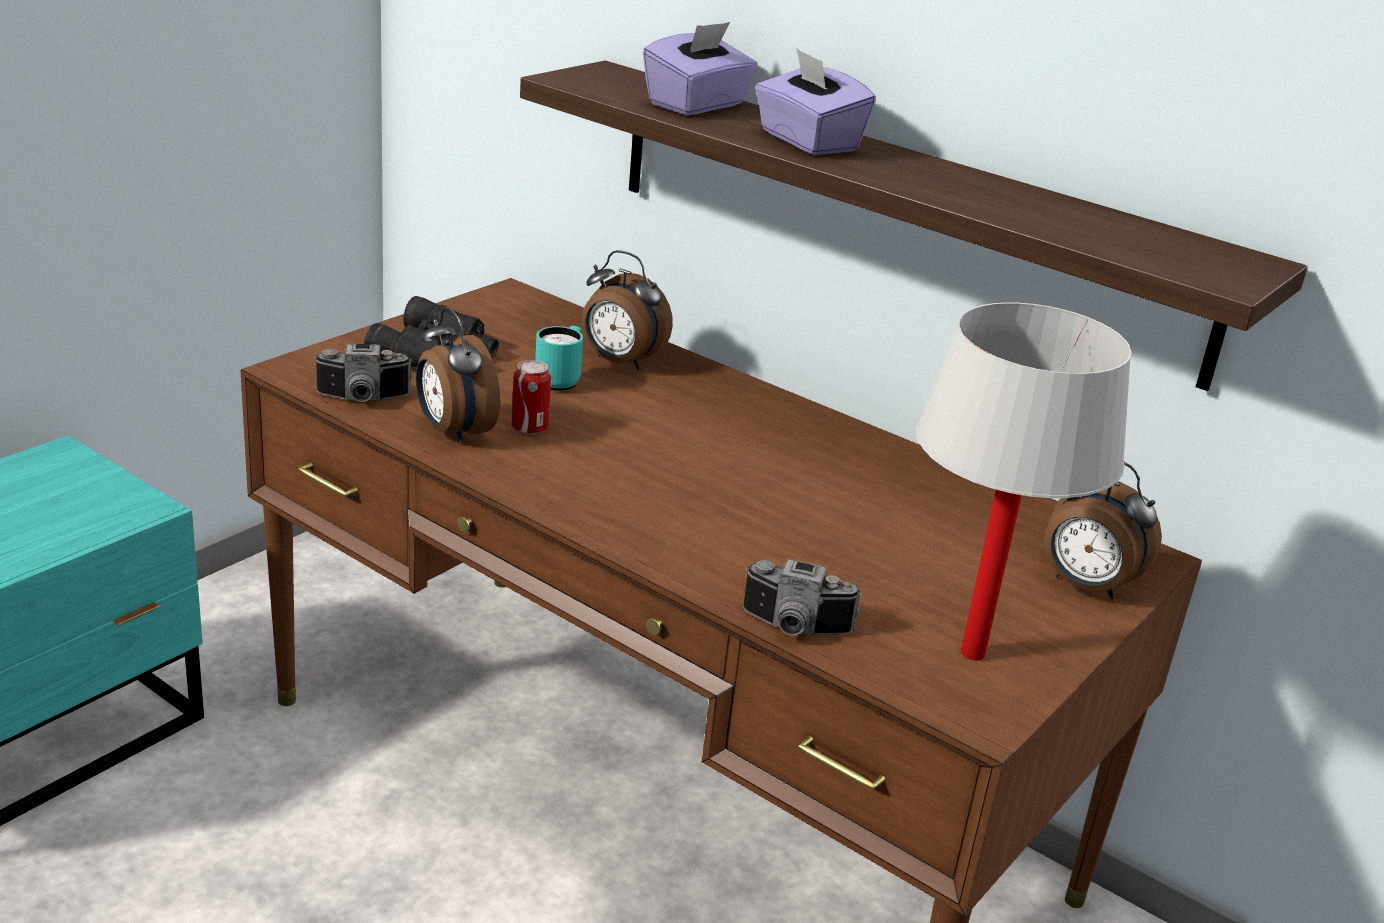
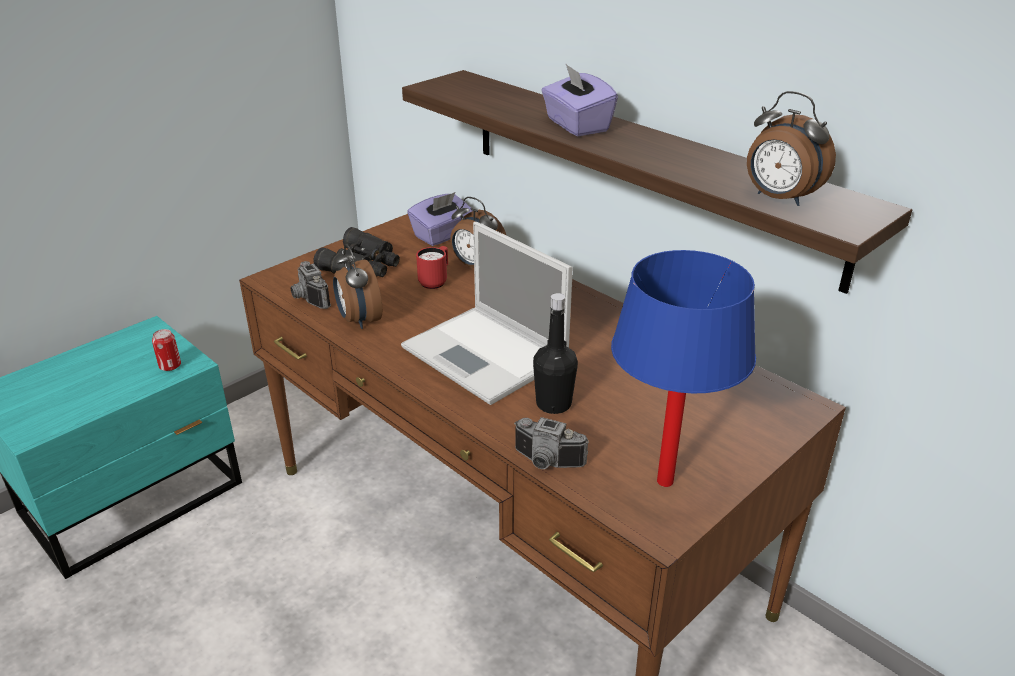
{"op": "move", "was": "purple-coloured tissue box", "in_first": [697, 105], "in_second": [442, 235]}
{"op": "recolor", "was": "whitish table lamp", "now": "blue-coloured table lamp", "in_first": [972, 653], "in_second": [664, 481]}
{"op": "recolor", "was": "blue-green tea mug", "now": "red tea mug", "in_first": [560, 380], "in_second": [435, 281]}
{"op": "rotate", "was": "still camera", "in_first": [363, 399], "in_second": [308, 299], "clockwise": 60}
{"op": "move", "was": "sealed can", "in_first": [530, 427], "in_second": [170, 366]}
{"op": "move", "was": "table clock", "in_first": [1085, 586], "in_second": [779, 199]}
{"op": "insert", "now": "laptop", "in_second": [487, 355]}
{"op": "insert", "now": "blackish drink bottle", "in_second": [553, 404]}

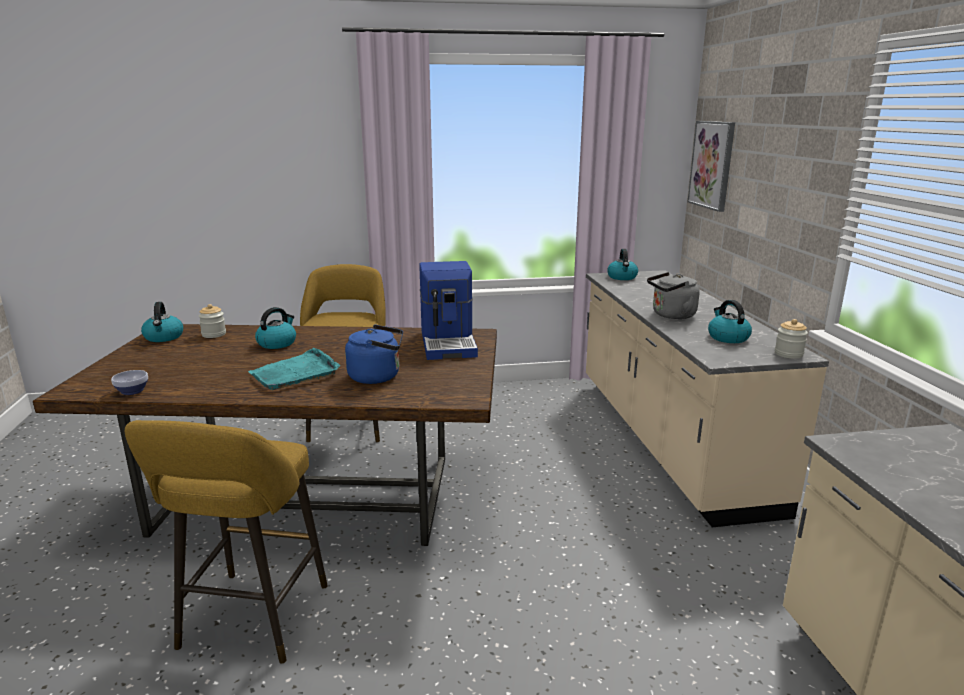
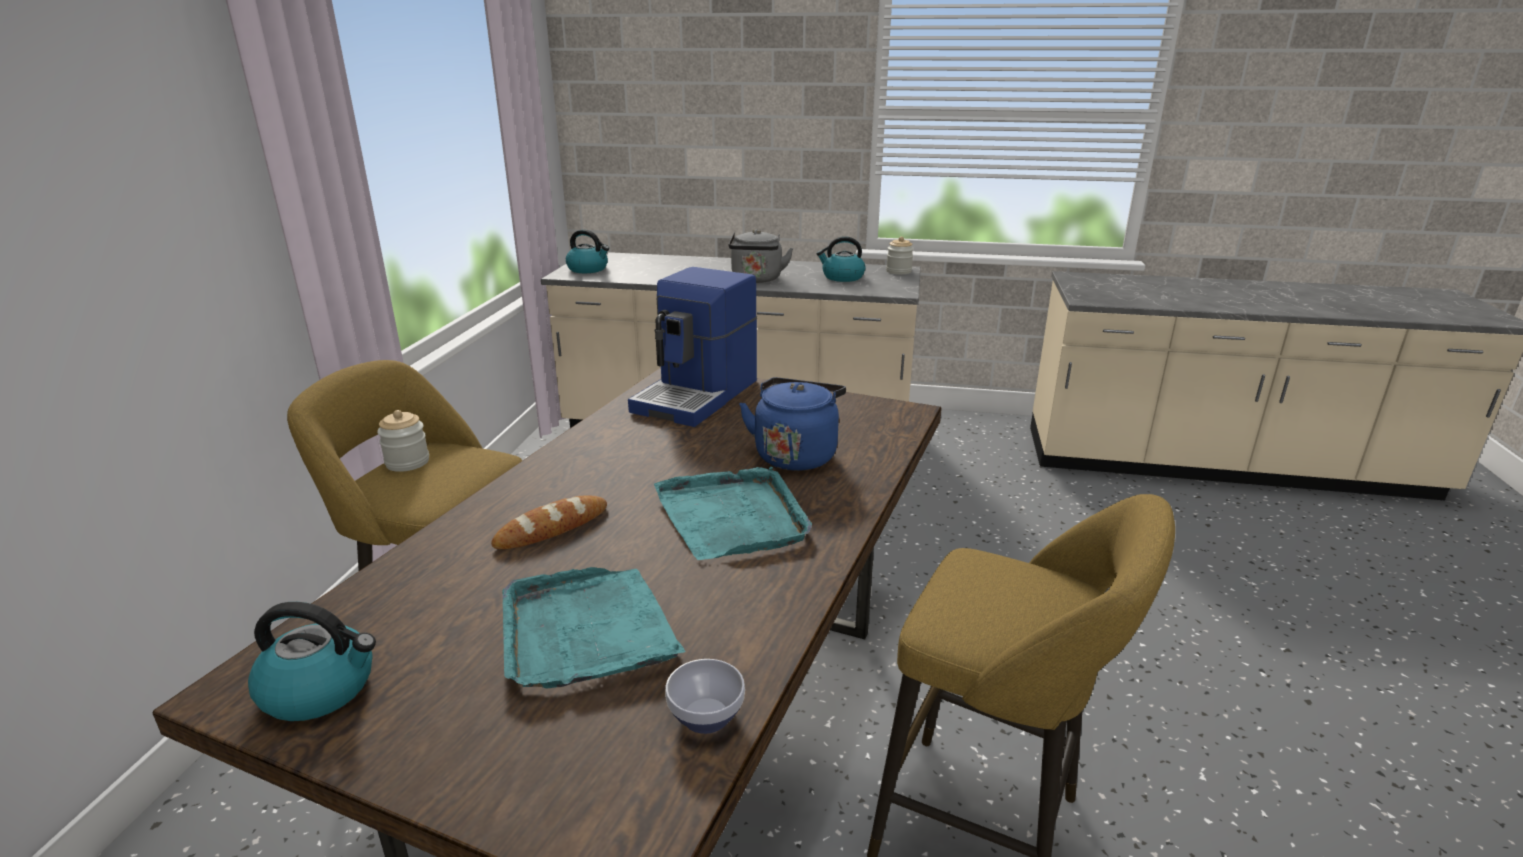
{"op": "delete", "was": "wall picture", "in_first": [712, 165]}
{"op": "rotate", "was": "coffee brewer", "in_first": [449, 343], "in_second": [698, 396], "clockwise": 105}
{"op": "move", "was": "jar", "in_first": [214, 334], "in_second": [407, 462]}
{"op": "replace", "was": "water kettle", "now": "bread", "in_first": [277, 343], "in_second": [552, 528]}
{"op": "insert", "now": "blue-green serving tray", "in_second": [586, 631]}

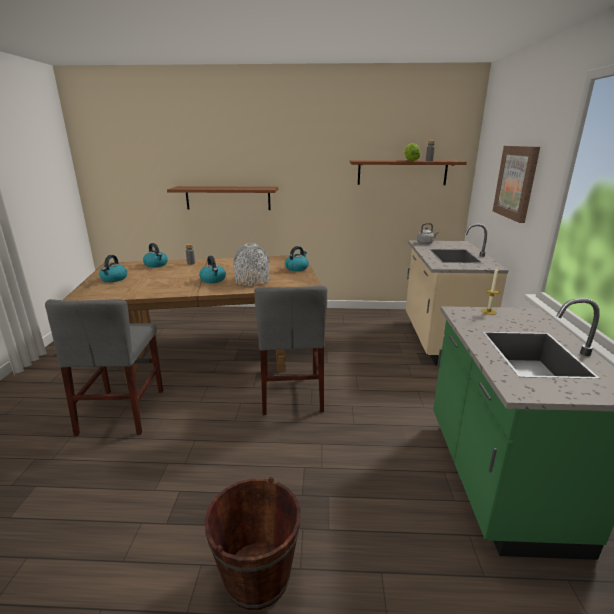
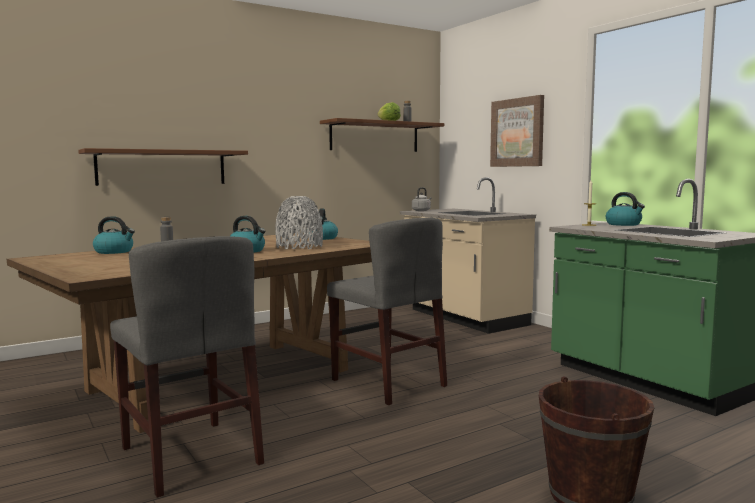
{"op": "move", "was": "water kettle", "in_first": [114, 279], "in_second": [624, 224]}

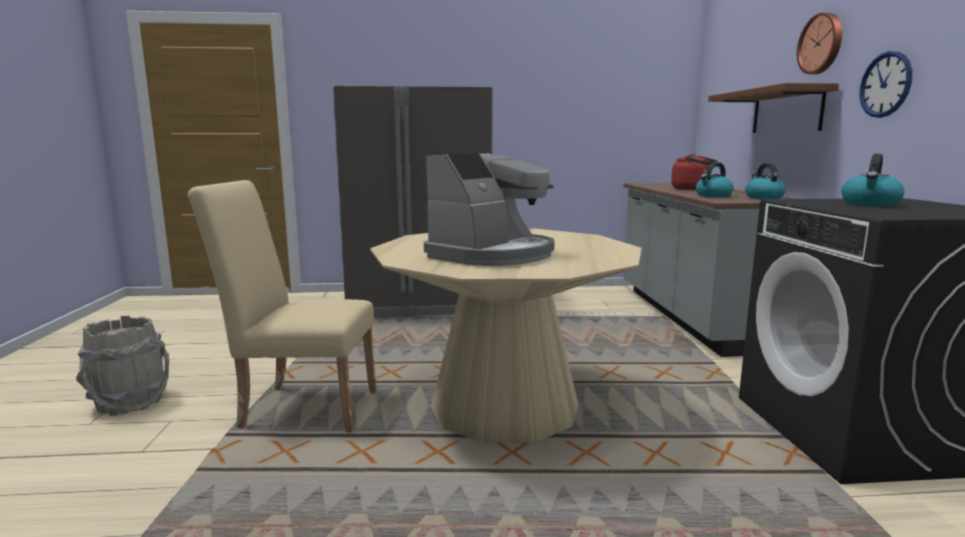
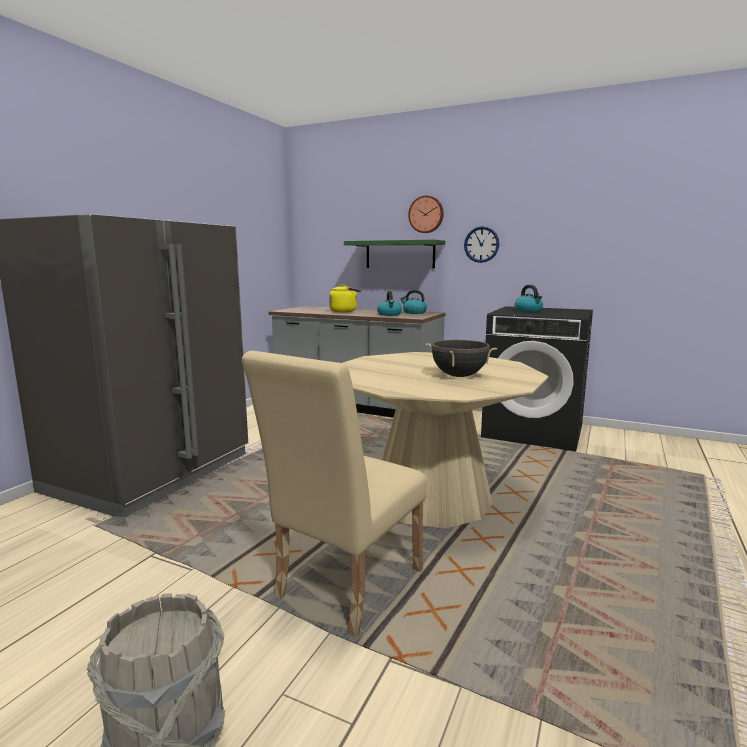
{"op": "recolor", "was": "brownish bracket shelf", "now": "green bracket shelf", "in_first": [786, 111], "in_second": [400, 254]}
{"op": "replace", "was": "coffee brewer", "now": "blackish saucepot", "in_first": [493, 254], "in_second": [459, 376]}
{"op": "recolor", "was": "red water kettle", "now": "yellow-coloured water kettle", "in_first": [692, 189], "in_second": [345, 311]}

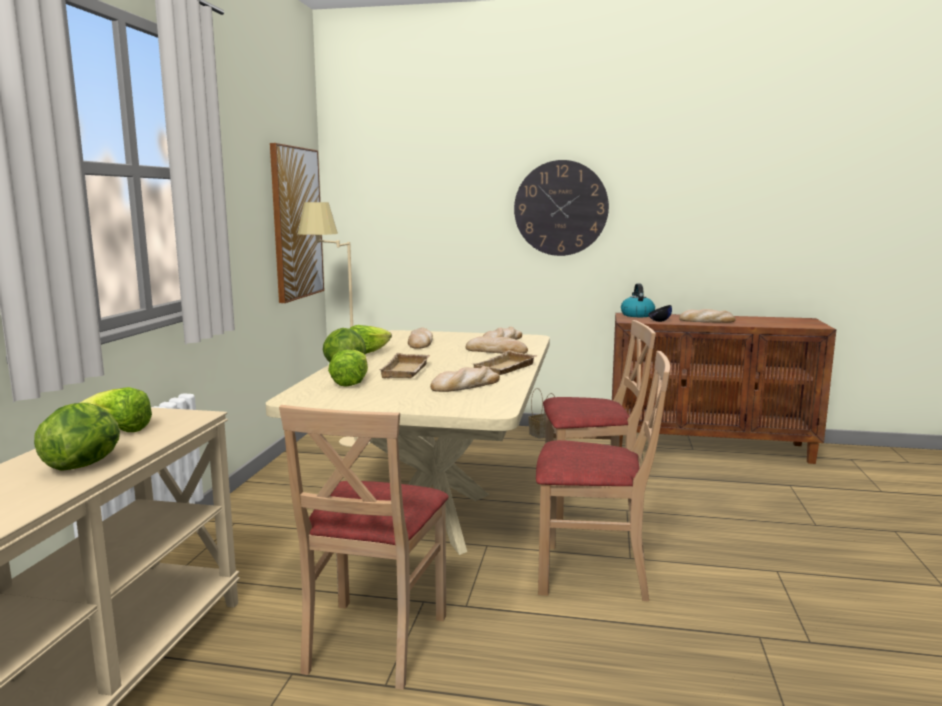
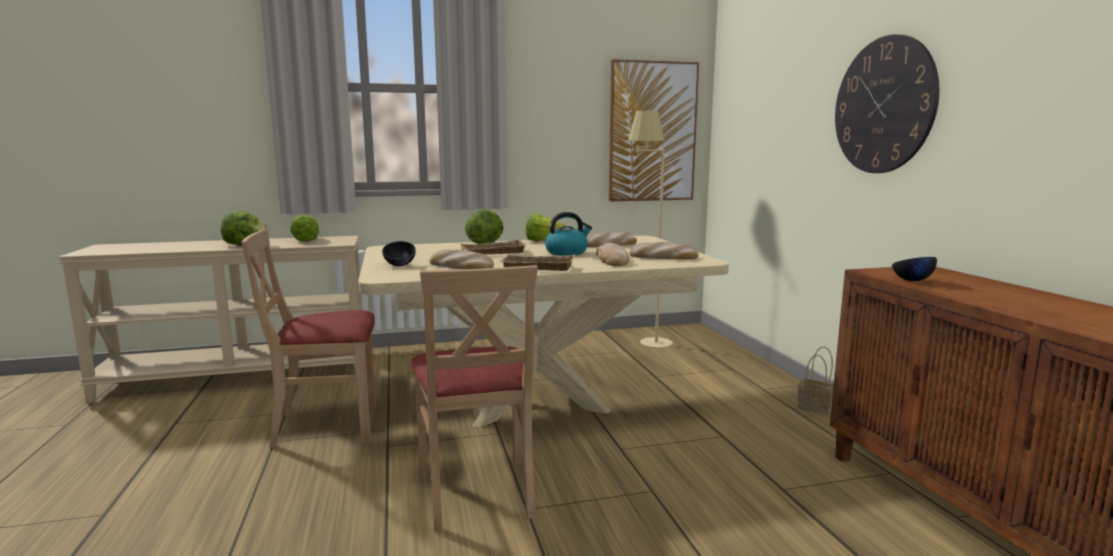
{"op": "move", "was": "water kettle", "in_first": [637, 315], "in_second": [567, 252]}
{"op": "delete", "was": "bread", "in_first": [706, 321]}
{"op": "delete", "was": "beige upright chair", "in_first": [590, 501]}
{"op": "delete", "was": "lettuce head", "in_first": [351, 382]}
{"op": "insert", "now": "blackish bowl", "in_second": [399, 265]}

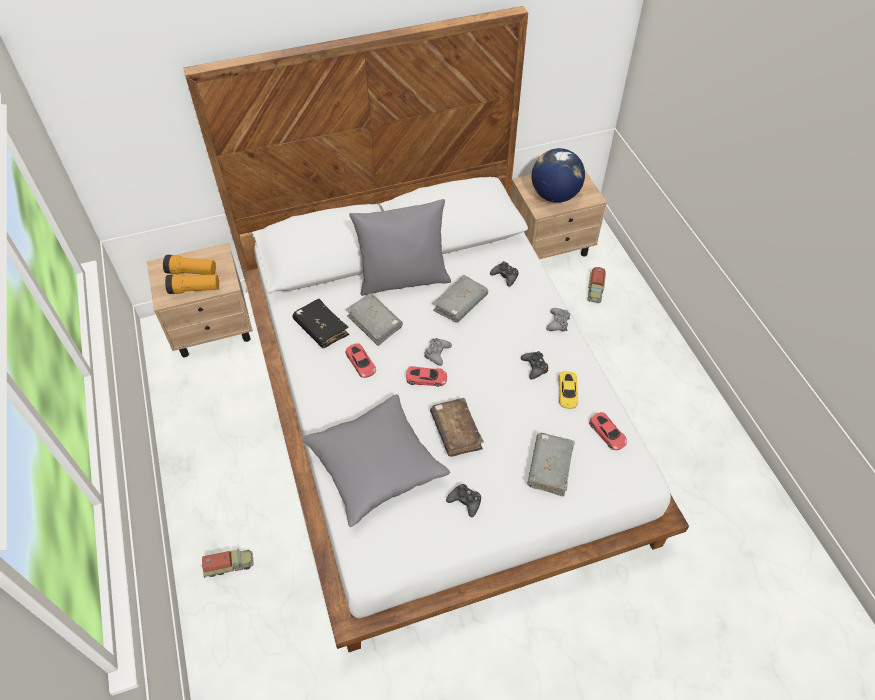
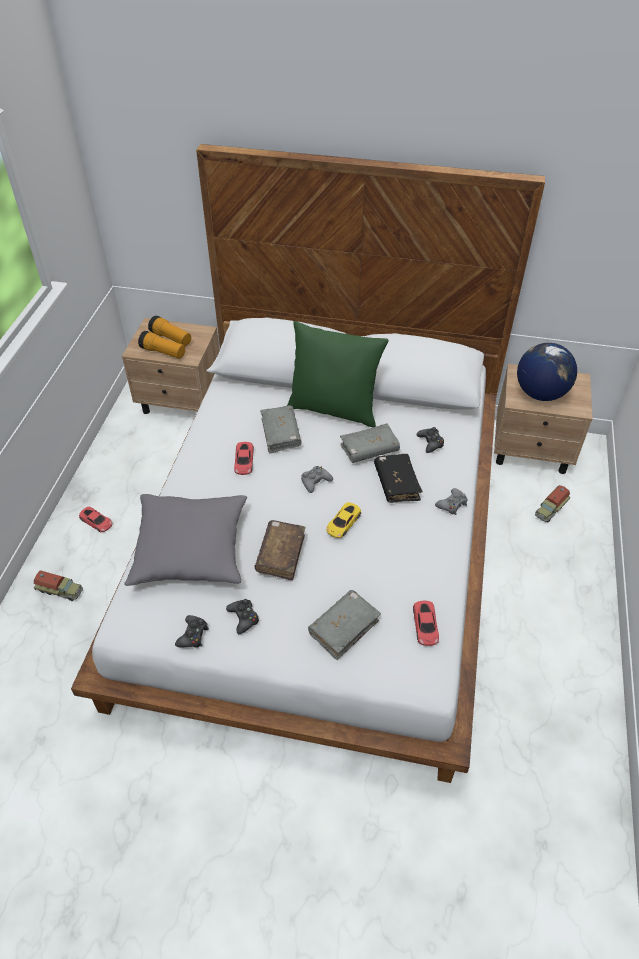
{"op": "recolor", "was": "greyish throw pillow", "now": "green throw pillow", "in_first": [403, 279], "in_second": [334, 409]}
{"op": "move", "was": "blackish book", "in_first": [321, 328], "in_second": [396, 483]}
{"op": "move", "was": "blackish game controller", "in_first": [534, 367], "in_second": [193, 635]}
{"op": "move", "was": "red model car", "in_first": [426, 378], "in_second": [96, 521]}
{"op": "move", "was": "yellow-coloured model car", "in_first": [567, 392], "in_second": [343, 523]}

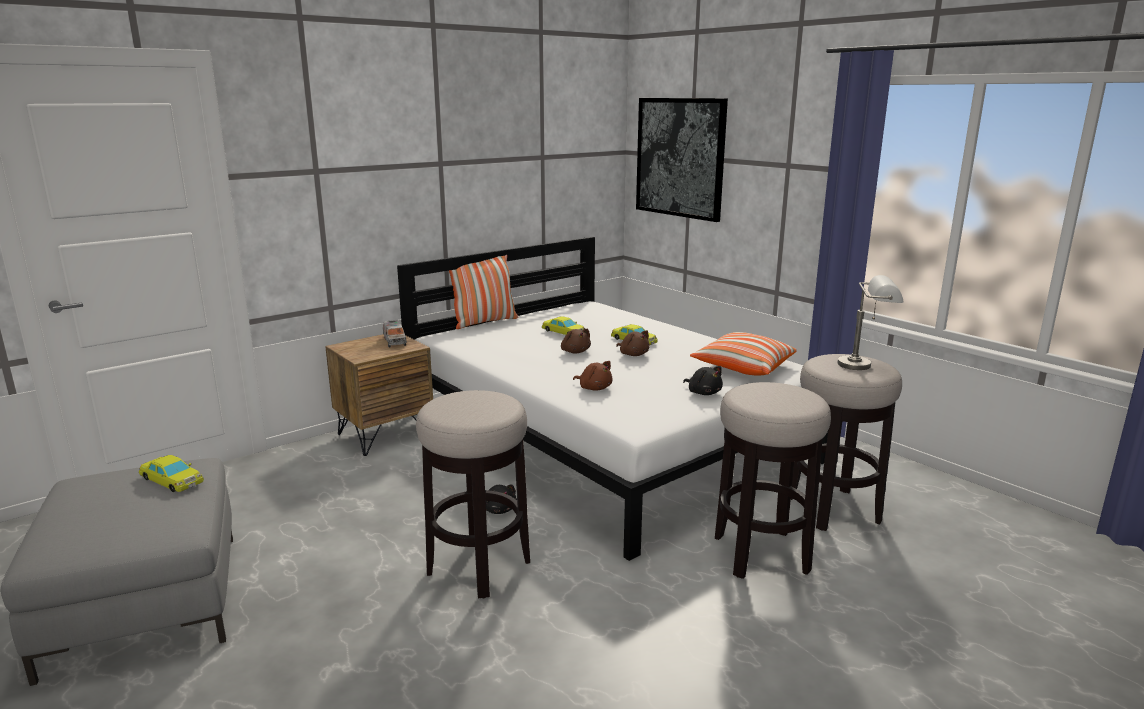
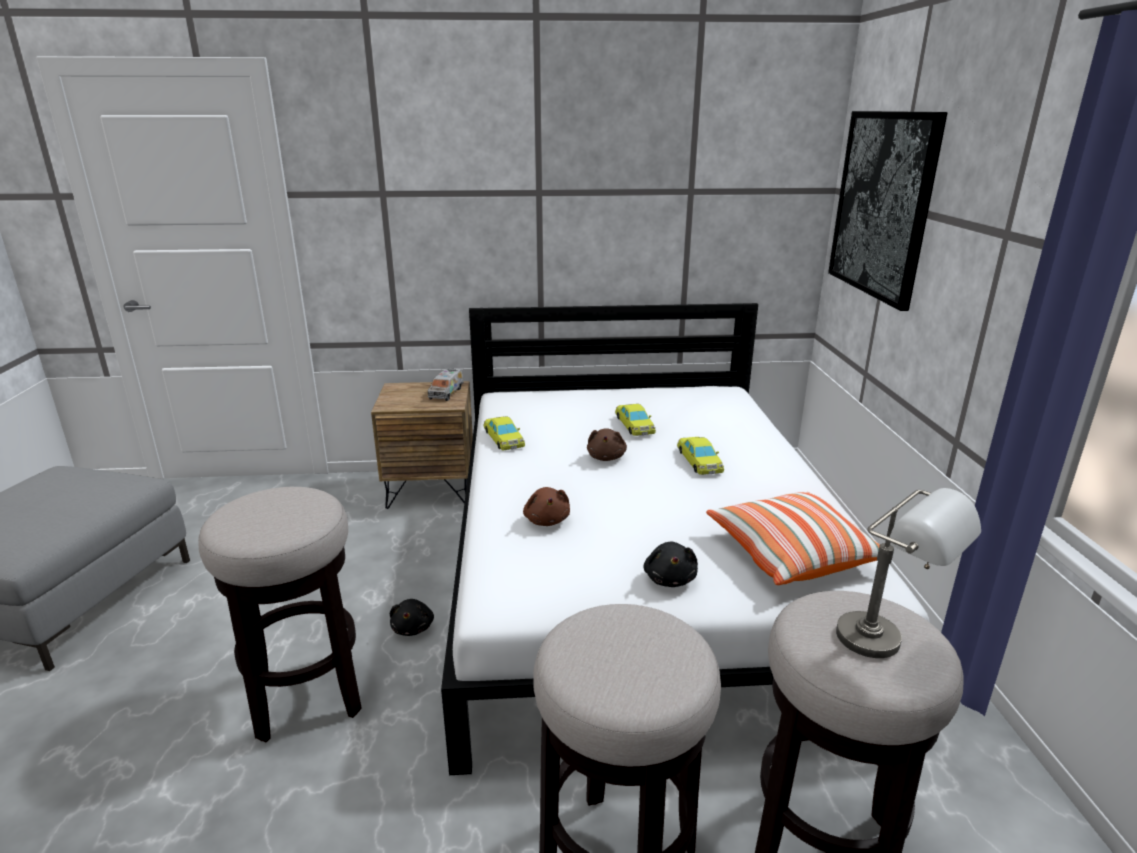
{"op": "delete", "was": "throw pillow", "in_first": [484, 322]}
{"op": "delete", "was": "brownish soft toy", "in_first": [633, 354]}
{"op": "move", "was": "yellow-coloured model car", "in_first": [172, 480], "in_second": [504, 438]}

